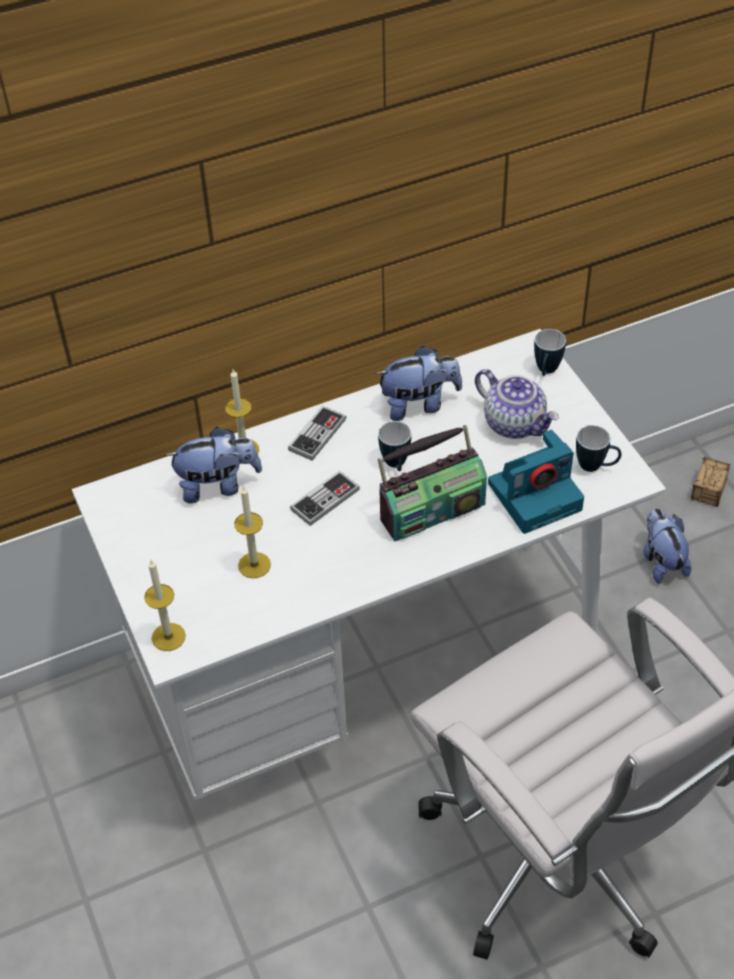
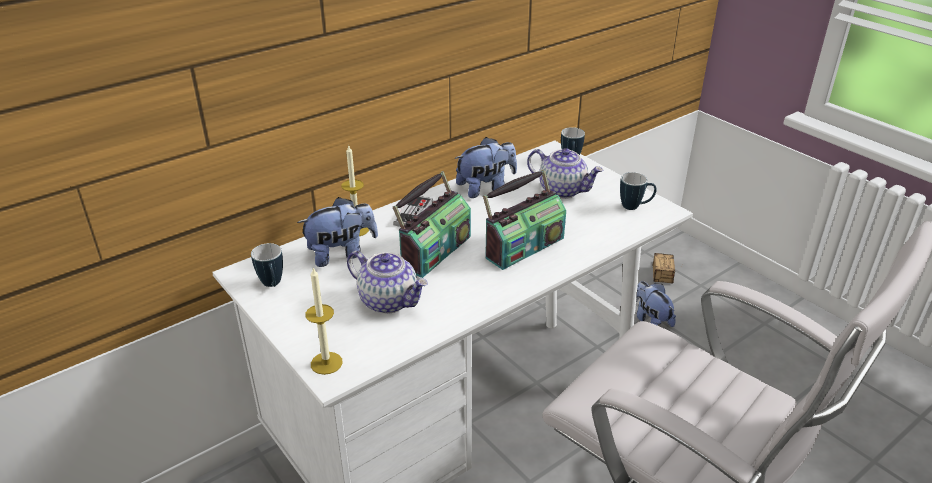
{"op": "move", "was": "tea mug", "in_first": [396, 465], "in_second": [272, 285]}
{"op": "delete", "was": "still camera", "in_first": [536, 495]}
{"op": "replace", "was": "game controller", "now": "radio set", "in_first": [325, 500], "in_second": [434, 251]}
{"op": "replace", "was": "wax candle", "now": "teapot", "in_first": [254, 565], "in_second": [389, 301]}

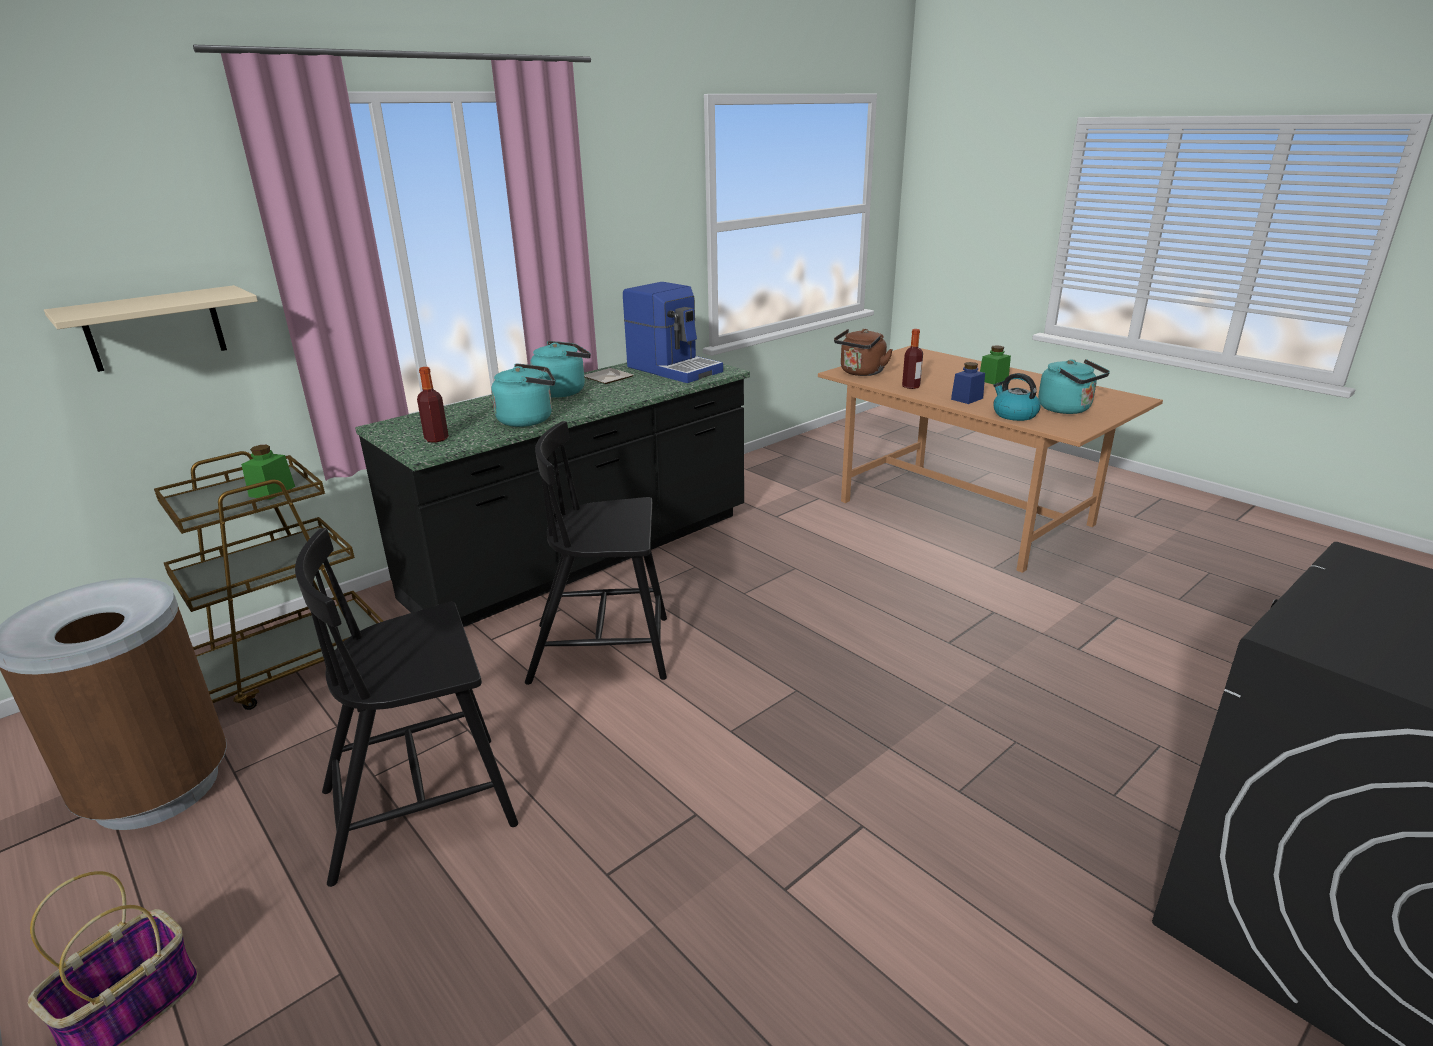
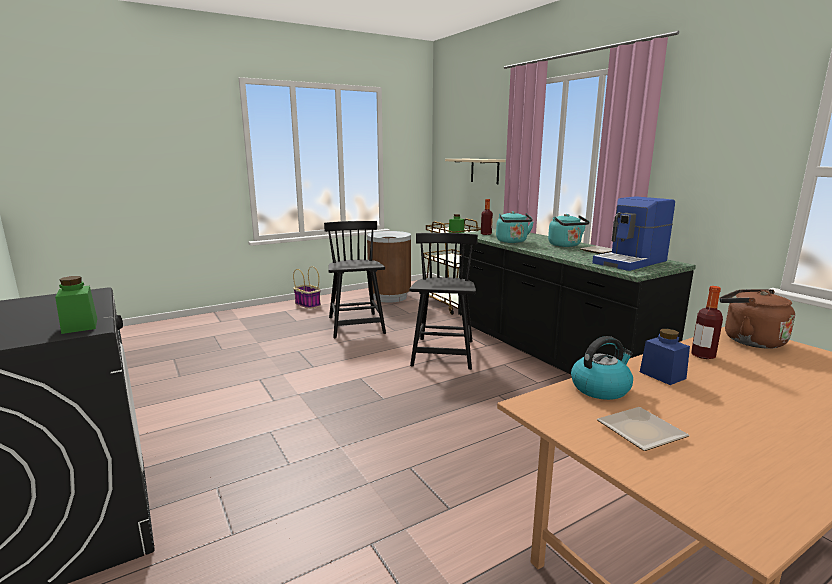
{"op": "move", "was": "green jar", "in_first": [993, 380], "in_second": [80, 326]}
{"op": "replace", "was": "blue-green water kettle", "now": "flat dish", "in_first": [1067, 409], "in_second": [637, 431]}

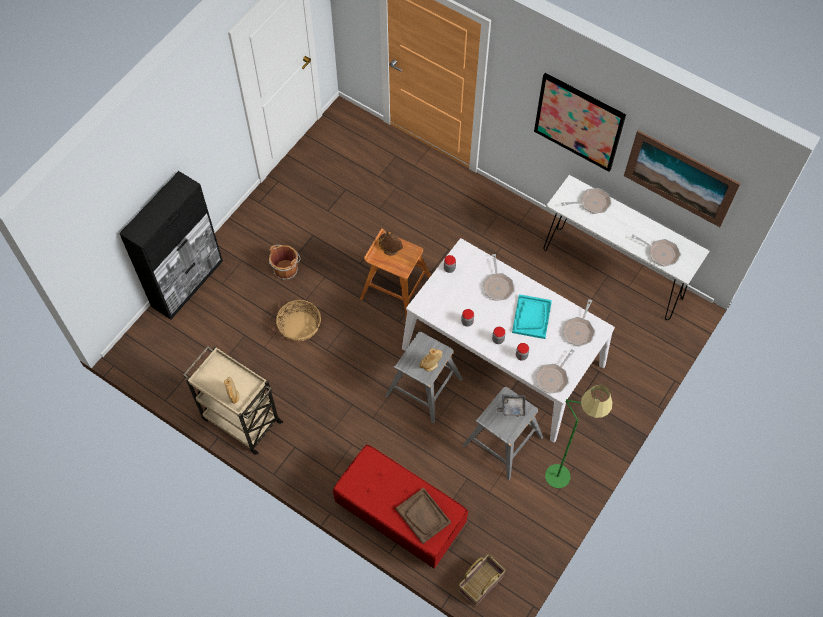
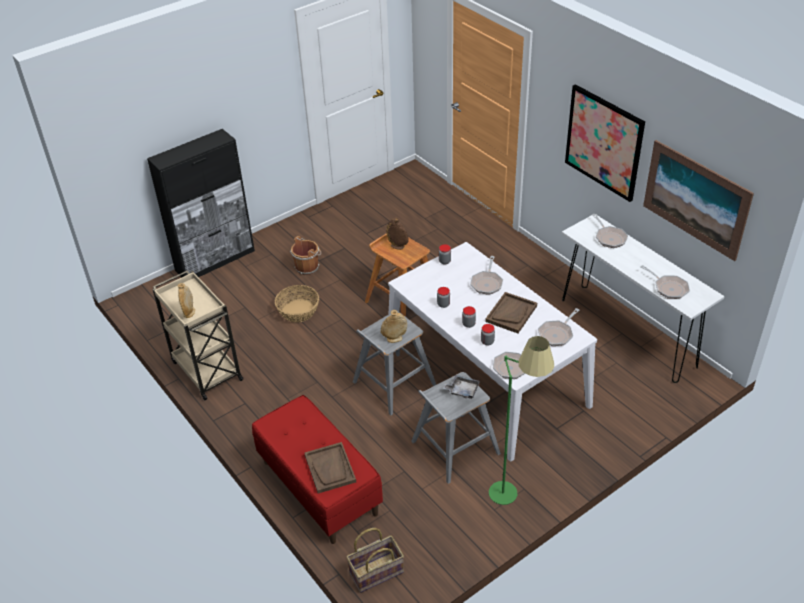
{"op": "rotate", "was": "frying pan", "in_first": [591, 203], "in_second": [609, 238], "clockwise": 60}
{"op": "recolor", "was": "blue-green serving tray", "now": "brownish serving tray", "in_first": [531, 317], "in_second": [511, 313]}

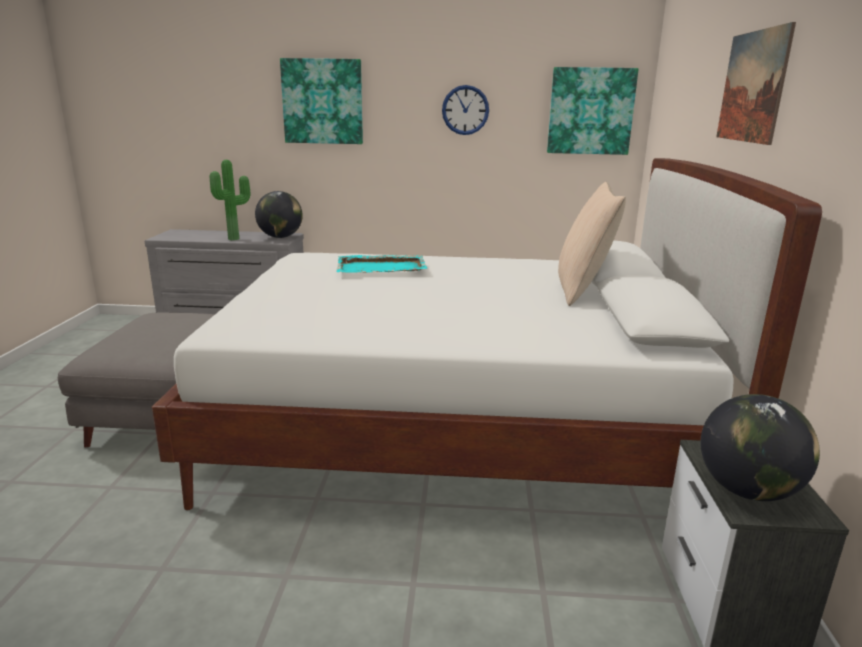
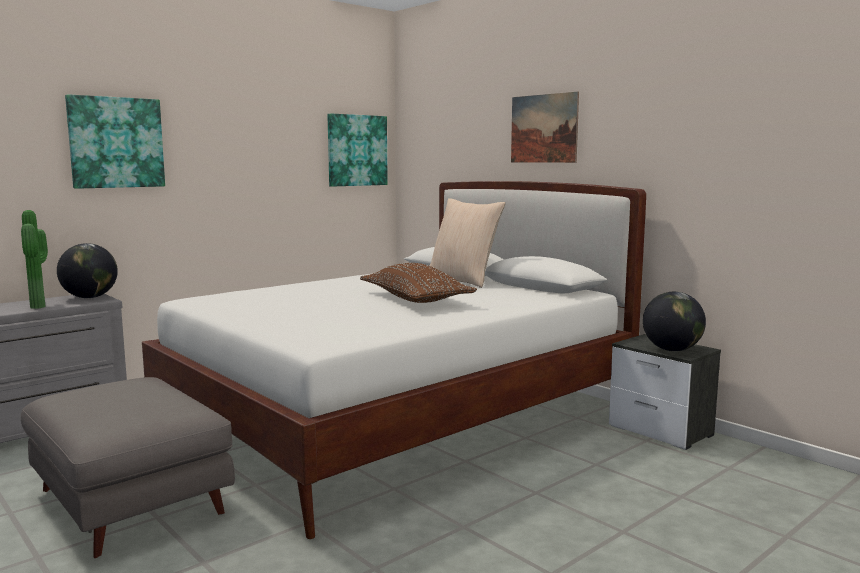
{"op": "delete", "was": "hanging clock", "in_first": [465, 110]}
{"op": "delete", "was": "blue-green serving tray", "in_first": [382, 267]}
{"op": "insert", "now": "brownish throw pillow", "in_second": [415, 300]}

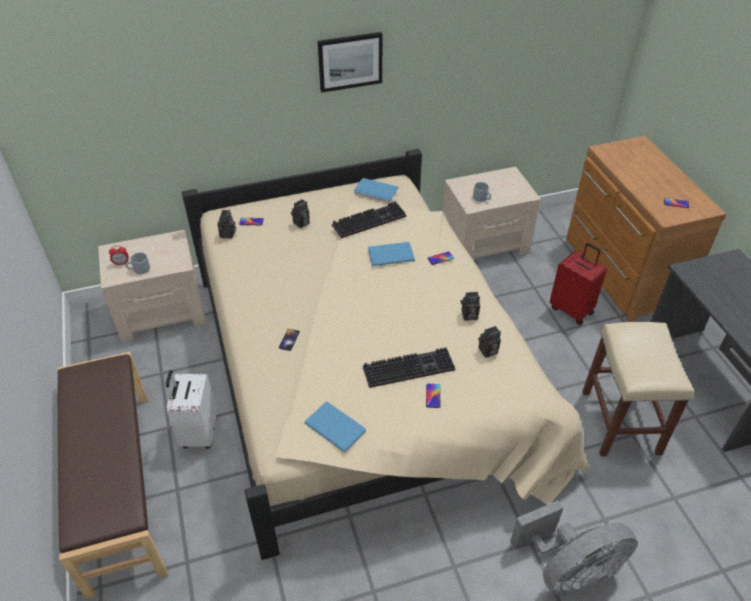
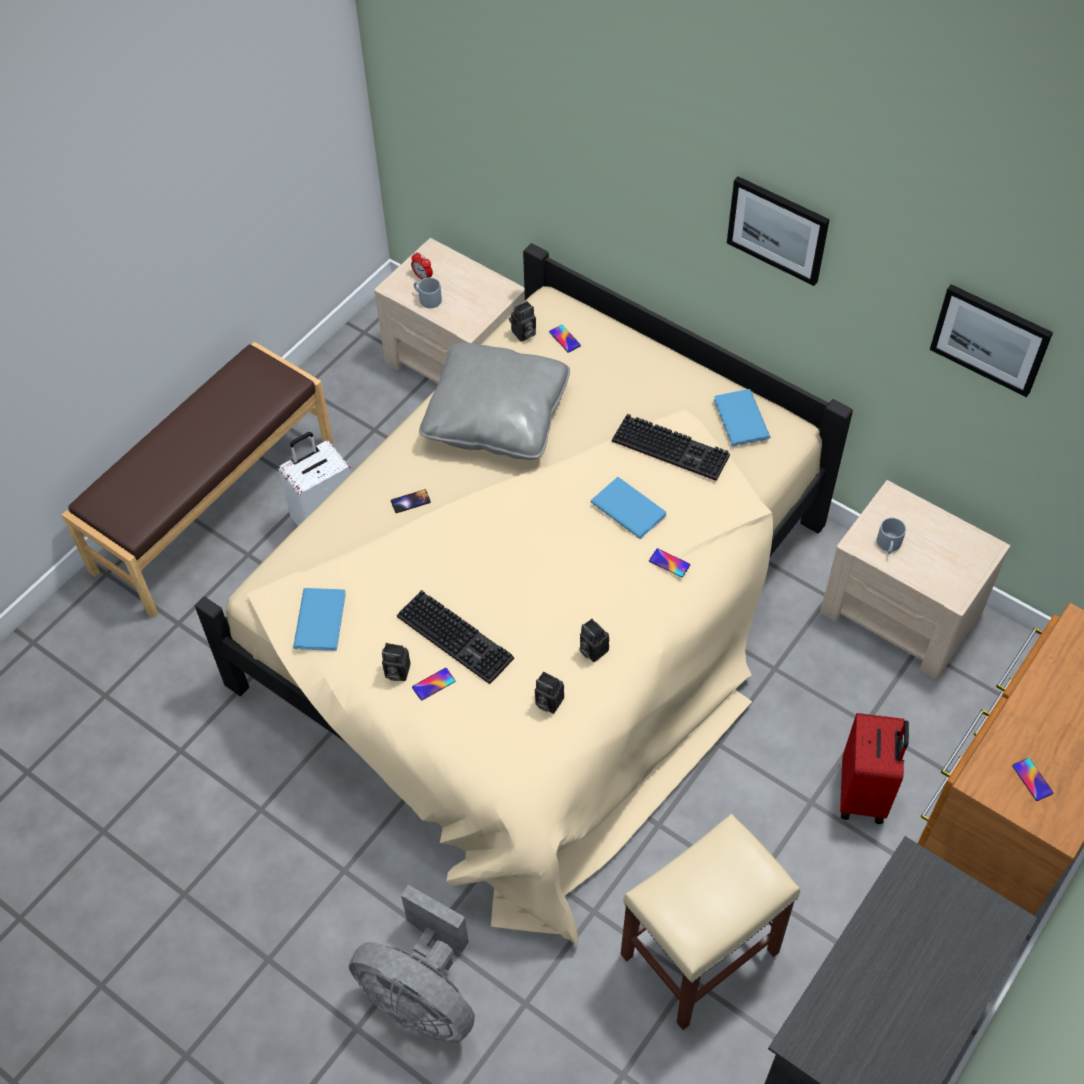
{"op": "move", "was": "still camera", "in_first": [301, 224], "in_second": [396, 672]}
{"op": "insert", "now": "wall picture", "in_second": [990, 339]}
{"op": "insert", "now": "greyish throw pillow", "in_second": [496, 417]}

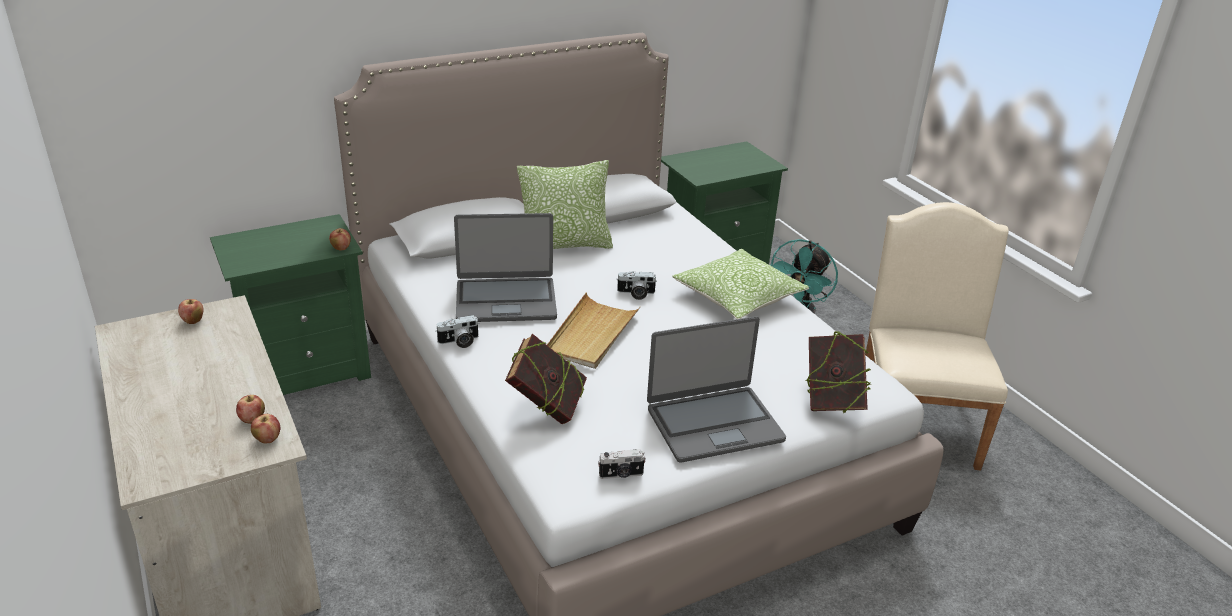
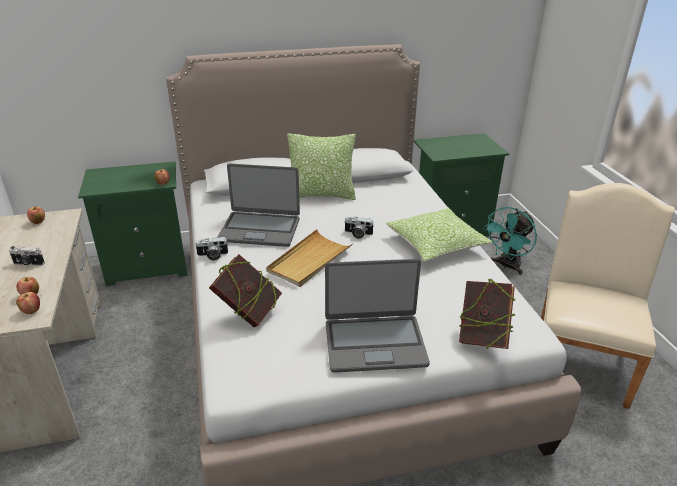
{"op": "move", "was": "still camera", "in_first": [621, 475], "in_second": [28, 264]}

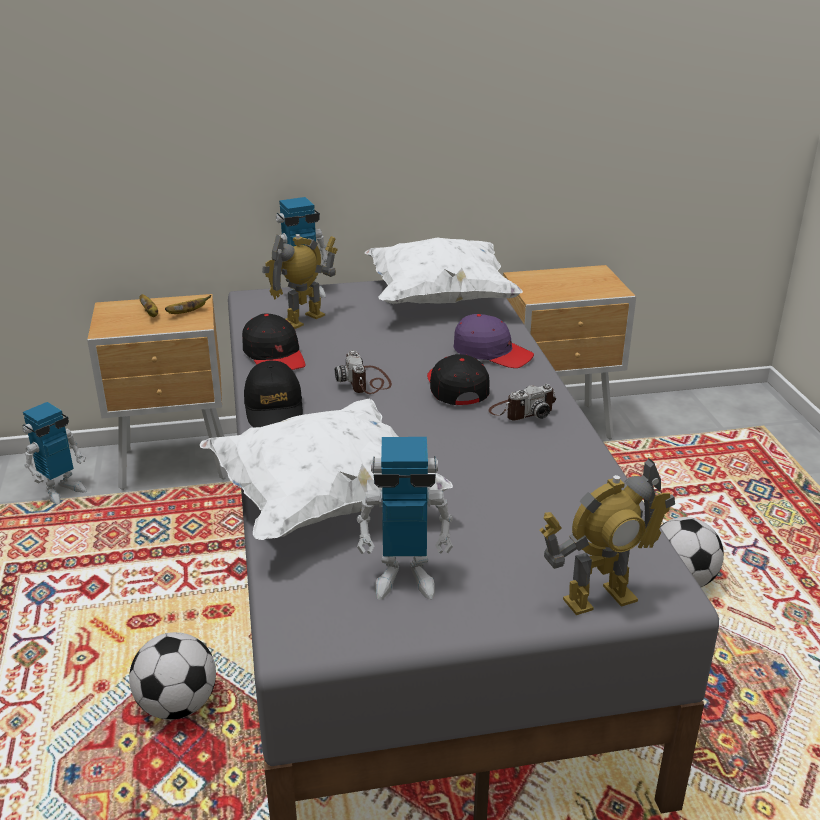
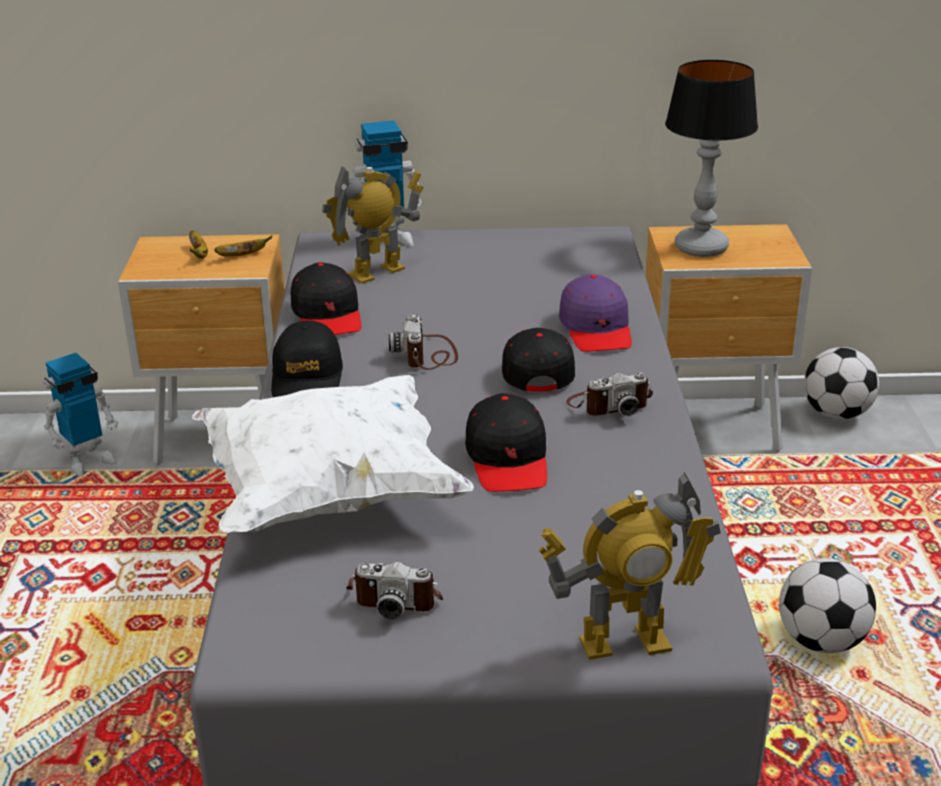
{"op": "delete", "was": "whitish throw pillow", "in_first": [439, 300]}
{"op": "rotate", "was": "purple-coloured baseball cap", "in_first": [492, 352], "in_second": [596, 329], "clockwise": 45}
{"op": "replace", "was": "model robot", "now": "still camera", "in_first": [404, 578], "in_second": [396, 595]}
{"op": "move", "was": "football", "in_first": [177, 705], "in_second": [836, 414]}
{"op": "insert", "now": "table lamp", "in_second": [702, 248]}
{"op": "insert", "now": "blackish baseball cap", "in_second": [508, 459]}

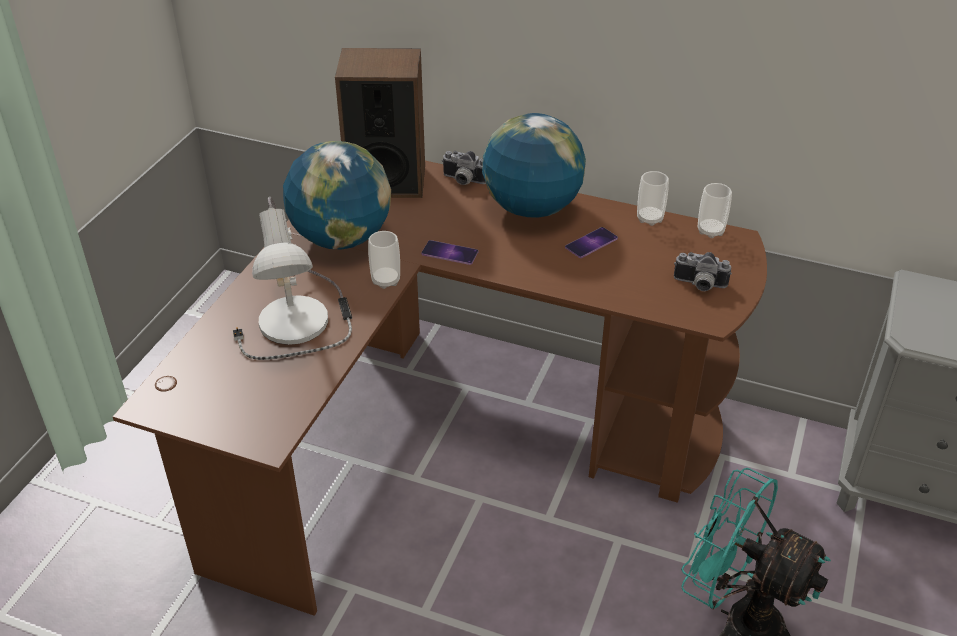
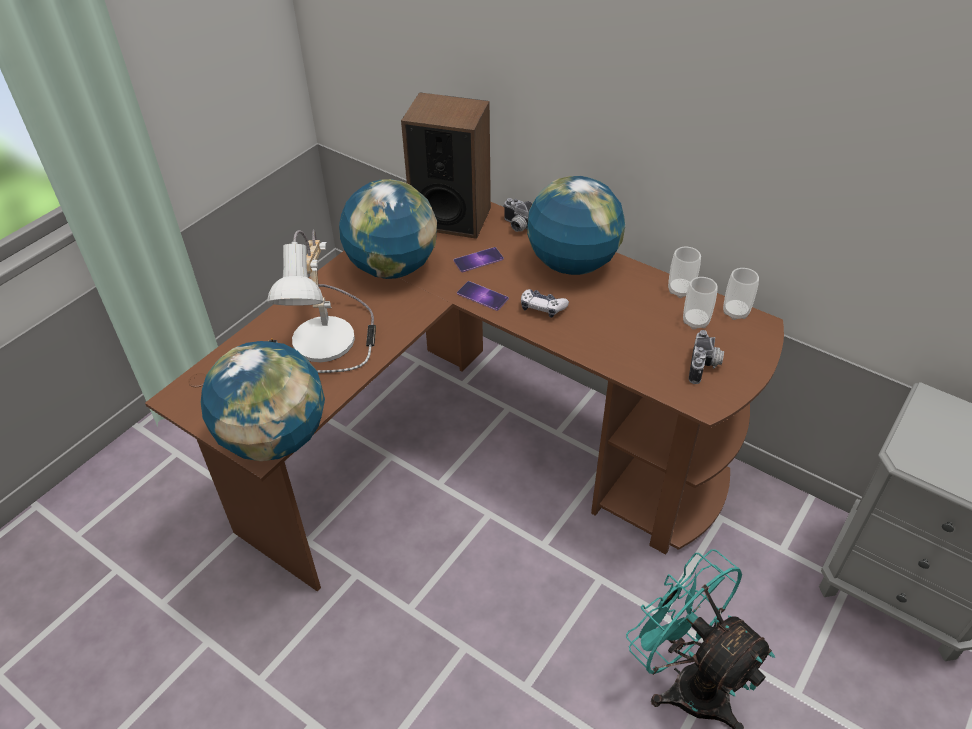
{"op": "move", "was": "handset", "in_first": [591, 243], "in_second": [478, 260]}
{"op": "move", "was": "cup", "in_first": [386, 280], "in_second": [695, 321]}
{"op": "rotate", "was": "still camera", "in_first": [699, 285], "in_second": [705, 367], "clockwise": -105}
{"op": "insert", "now": "game controller", "in_second": [542, 308]}
{"op": "insert", "now": "desk globe", "in_second": [275, 438]}

